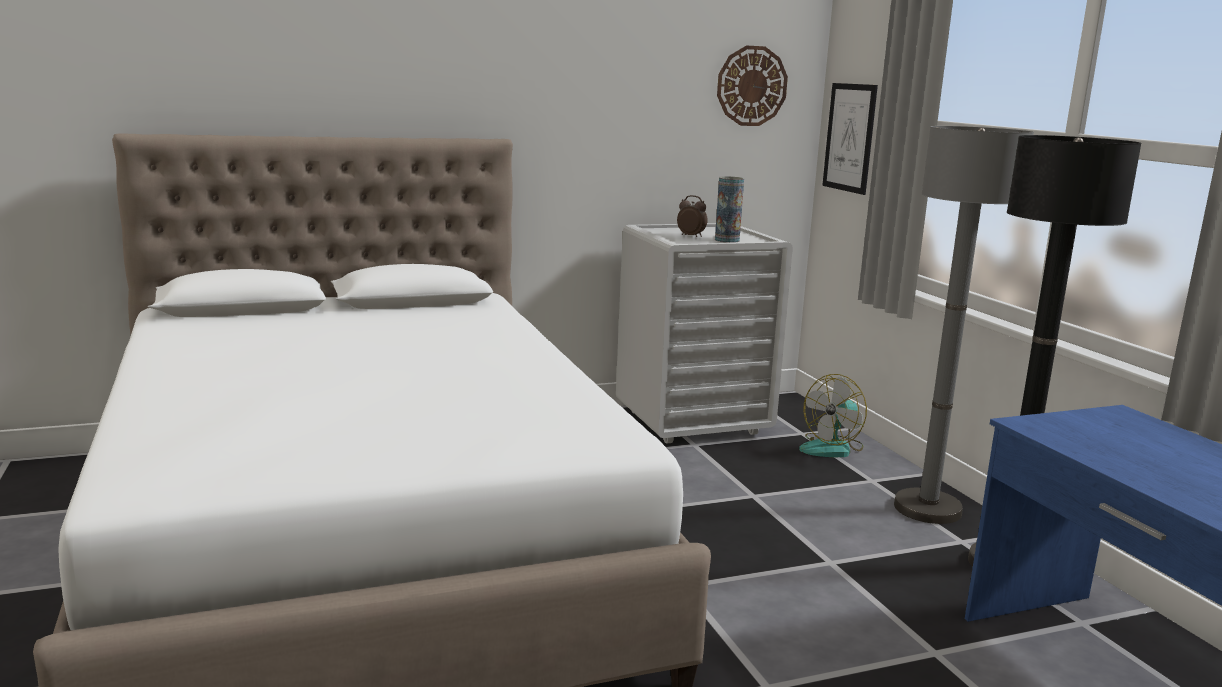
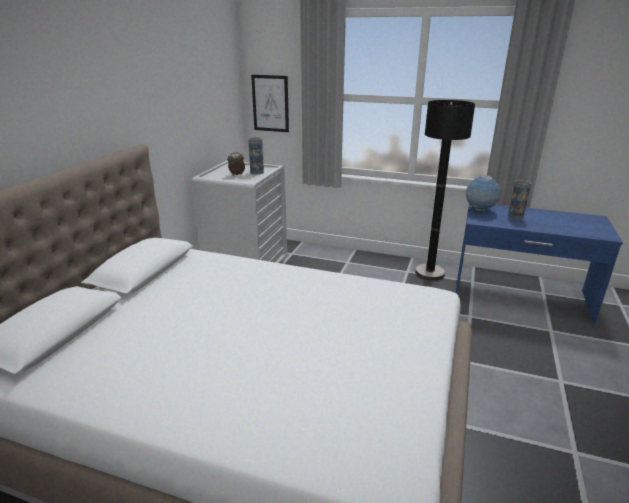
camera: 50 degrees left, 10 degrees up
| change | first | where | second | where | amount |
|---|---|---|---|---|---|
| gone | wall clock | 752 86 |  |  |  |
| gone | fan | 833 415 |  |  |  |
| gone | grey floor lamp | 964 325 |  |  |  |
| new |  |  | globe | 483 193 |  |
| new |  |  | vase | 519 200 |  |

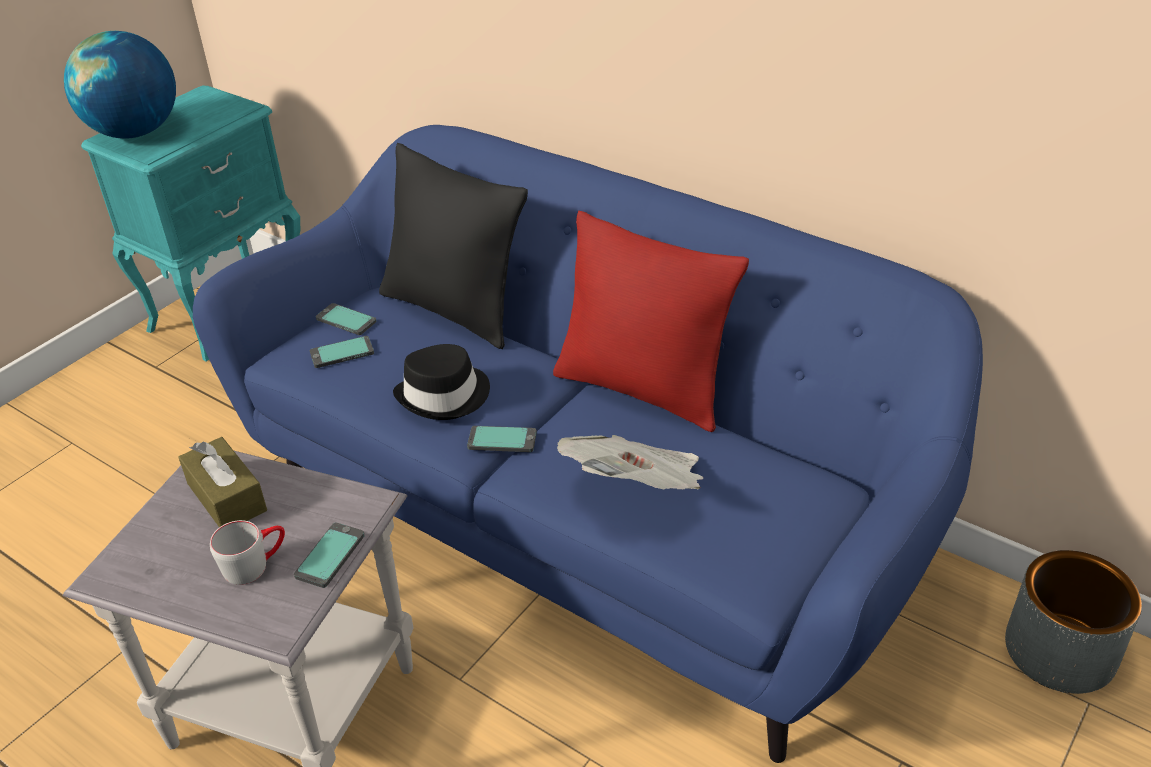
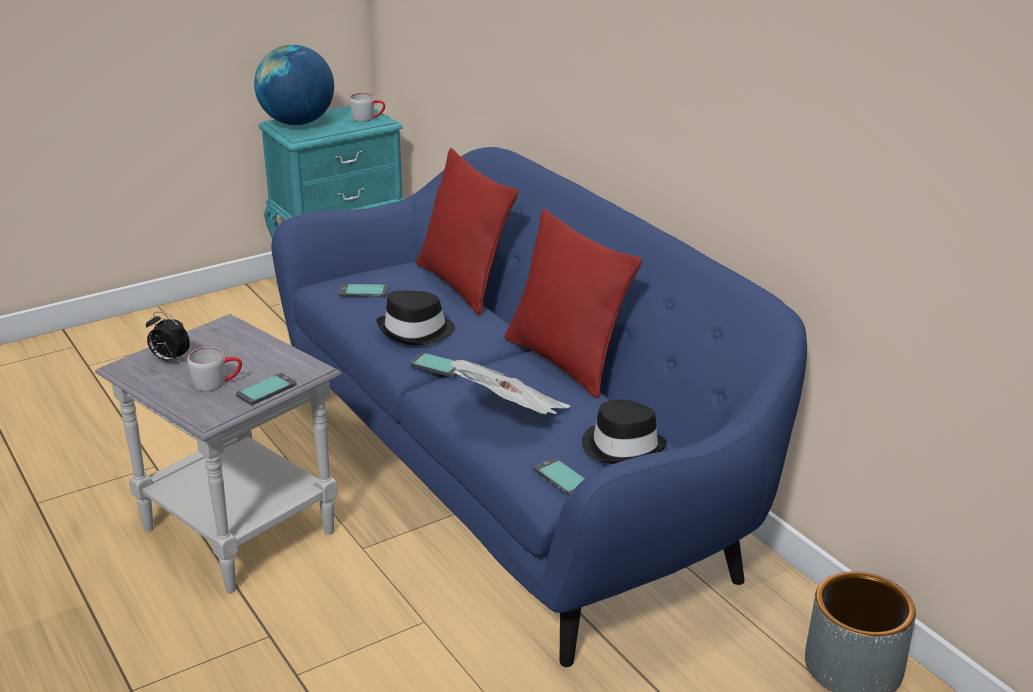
camera: 20 degrees right, 10 degrees down
| change | first | where | second | where | amount |
|---|---|---|---|---|---|
| gone | brown tissue box | 222 482 |  |  |  |
| new |  |  | alarm clock | 168 337 |  |
| new |  |  | grey mug | 367 107 |  |
| new |  |  | black hat | 624 431 |  |
| shifted | phone | 346 319 |  | 559 476 |  |
| repainted | black pillow | 453 246 | red pillow | 467 231 |  |

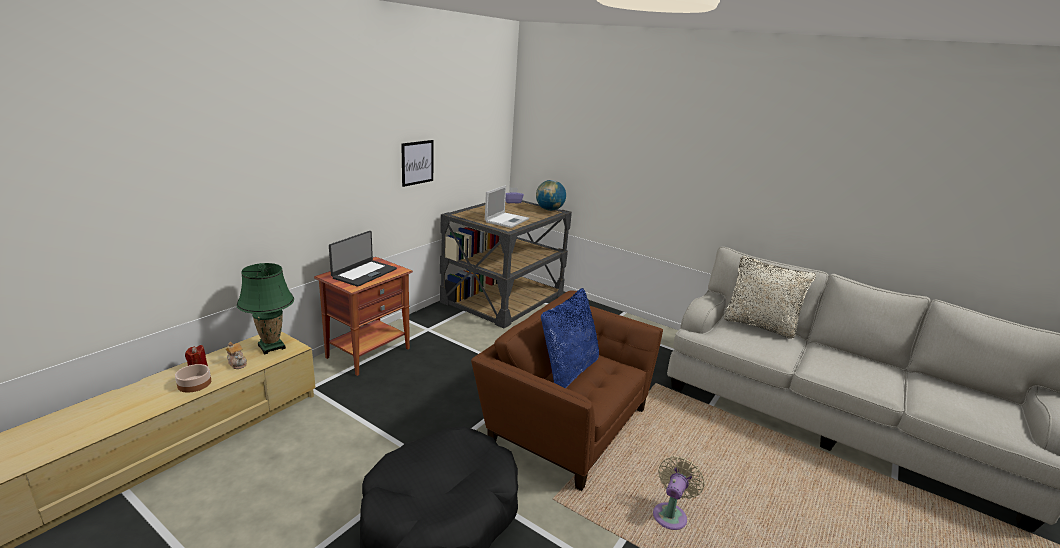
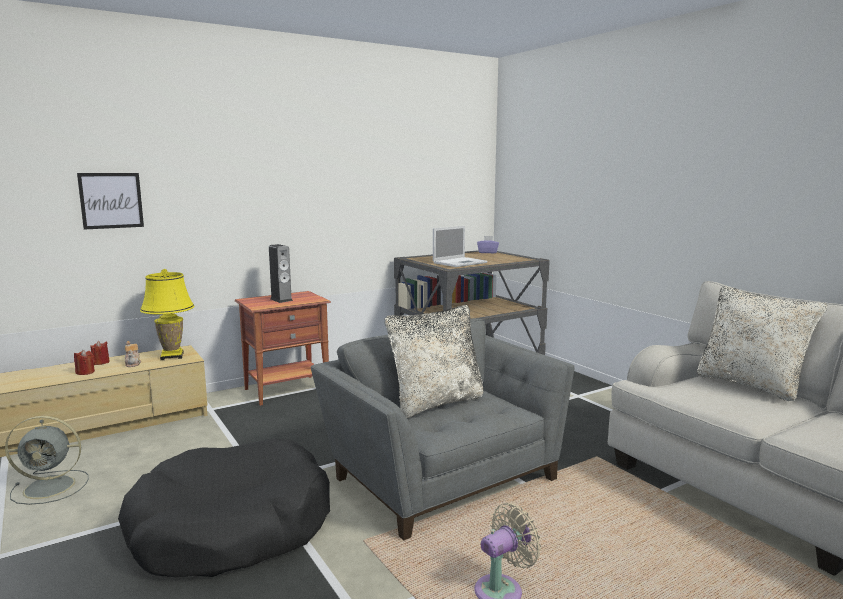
camera: 25 degrees right, 10 degrees down
| change | first | where | second | where | amount |
|---|---|---|---|---|---|
| gone | globe | 551 195 |  |  |  |
| new |  |  | grey fan | 47 460 |  |
| shifted | picture | 417 163 |  | 110 201 |  |
| swapped | bowl | 193 378 | red candle | 84 362 |  |
| swapped | laptop | 363 259 | speaker | 281 273 |  |
| repainted | green table lamp | 265 308 | yellow table lamp | 167 314 |  |
| repainted | brown armchair | 567 390 | grey armchair | 443 429 |  |
| repainted | blue pillow | 570 338 | beige pillow | 434 361 |  |

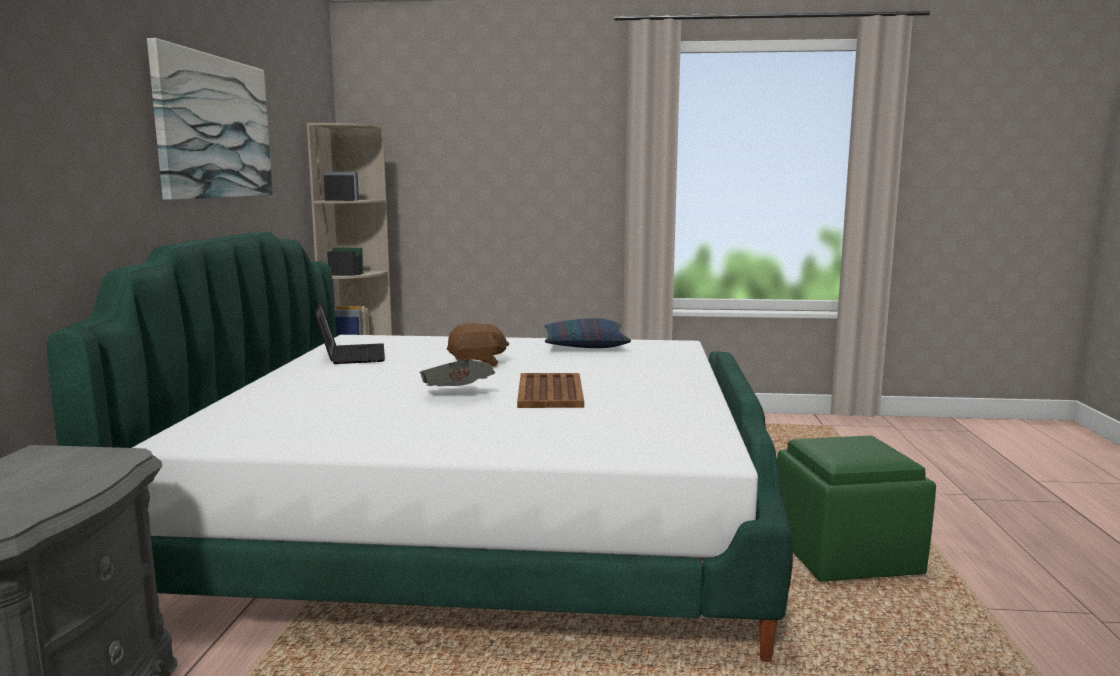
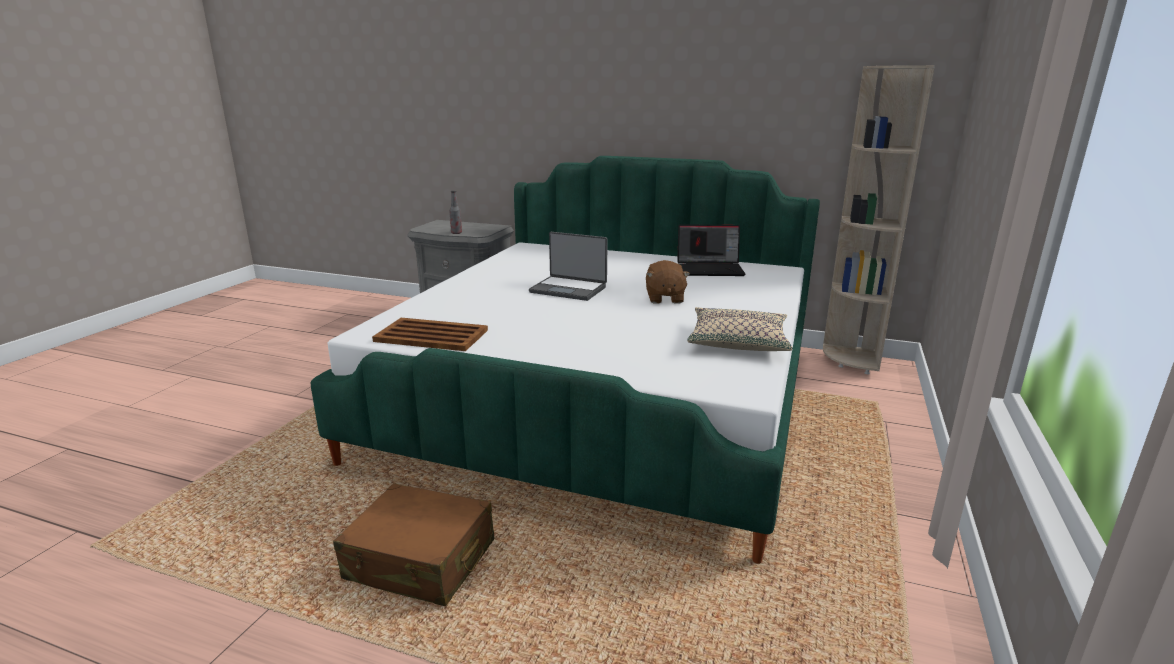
camera: 105 degrees right, 10 degrees up
| change | first | where | second | where | amount |
|---|---|---|---|---|---|
| gone | picture | 210 119 |  |  |  |
| new |  |  | bottle | 455 212 |  |
| shifted | brown tray | 550 390 |  | 430 334 |  |
| swapped | newspaper | 457 373 | laptop | 568 266 |  |
| swapped | green ottoman | 856 509 | brown suitcase | 413 544 |  |
| repainted | blue pillow | 588 333 | beige pillow | 740 329 |  |

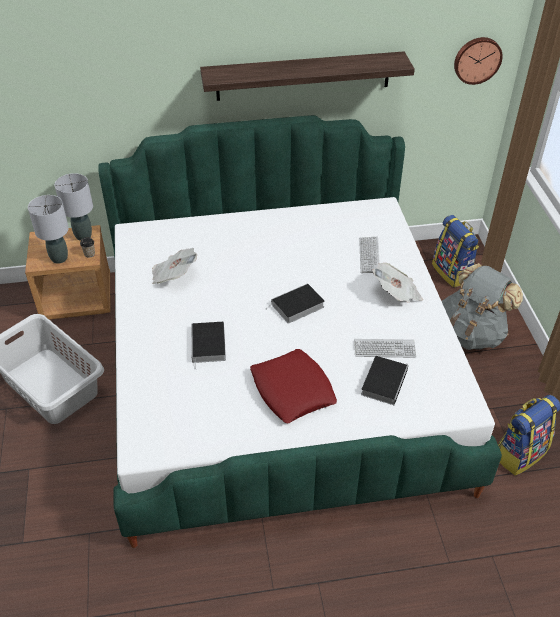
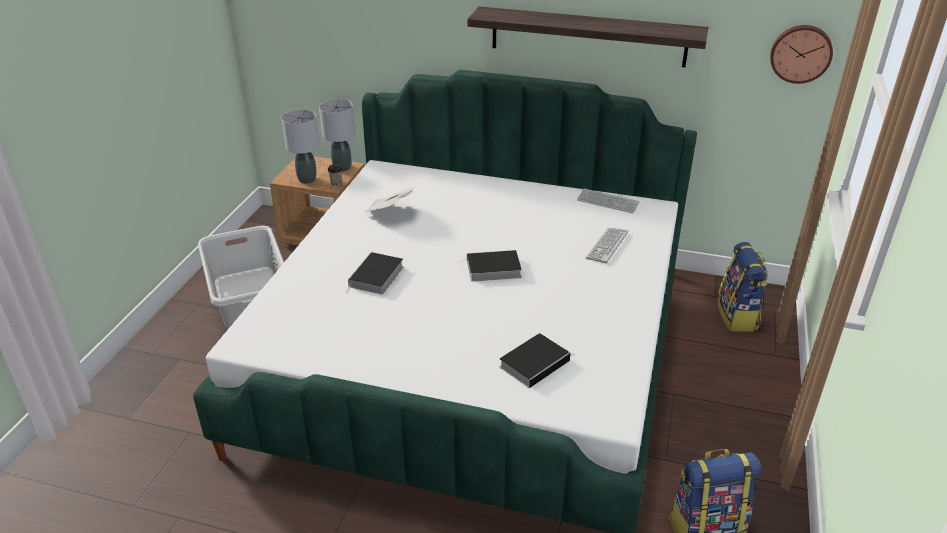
camera: 25 degrees right, 10 degrees down
| change | first | where | second | where | amount |
|---|---|---|---|---|---|
| gone | red pillow | 293 386 |  |  |  |
| gone | newspaper | 397 282 |  |  |  |
| gone | grey backpack | 482 306 |  |  |  |
| shifted | keyboard | 385 348 |  | 608 200 |  |

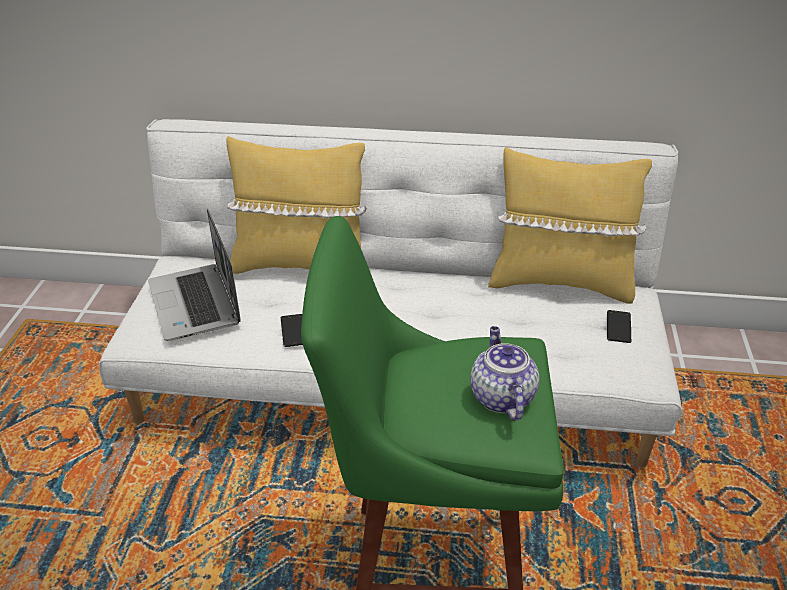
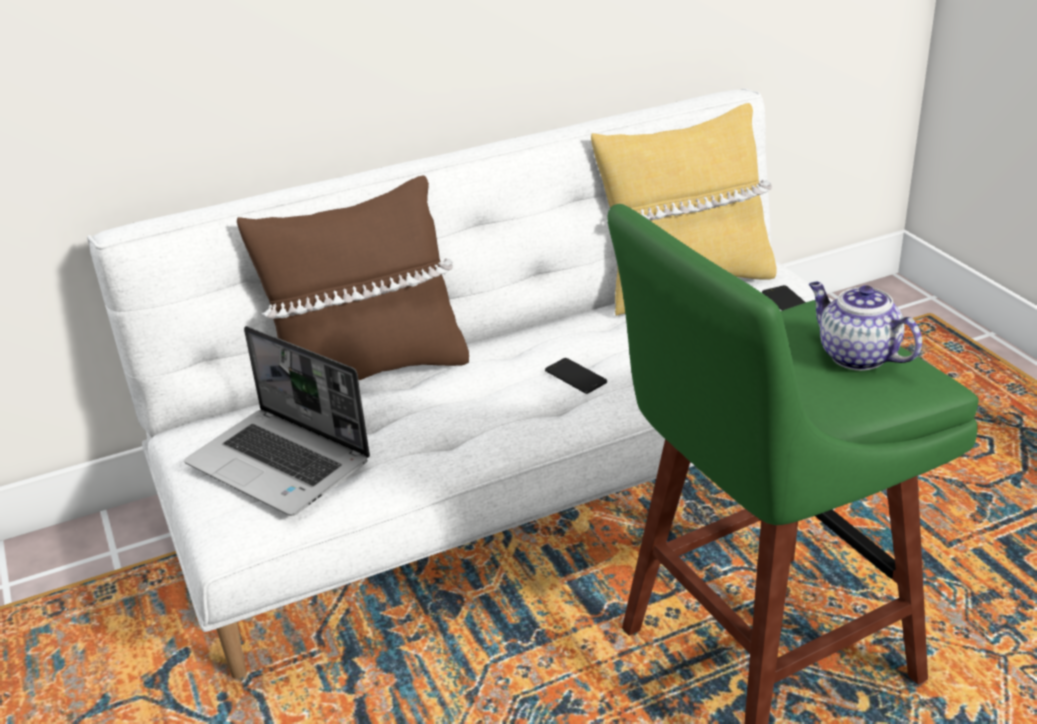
camera: 30 degrees left, 5 degrees down
| change | first | where | second | where | amount |
|---|---|---|---|---|---|
| shifted | phone | 292 330 |  | 576 376 |  |
| repainted | yellow pillow | 296 205 | brown pillow | 353 278 |  |

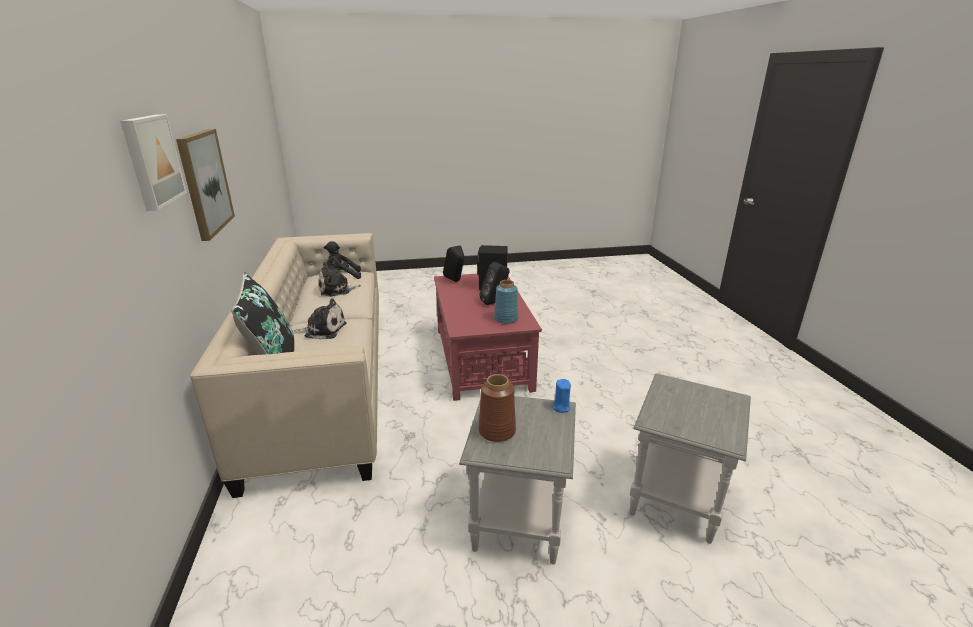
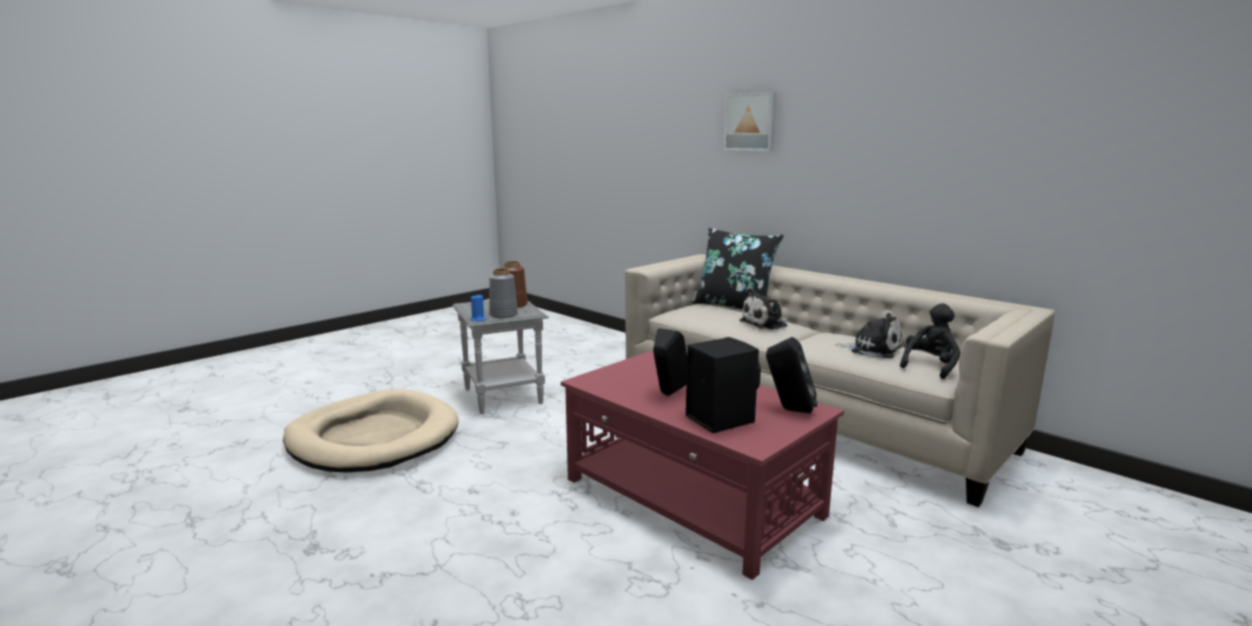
camera: 145 degrees right, 10 degrees down
| change | first | where | second | where | amount |
|---|---|---|---|---|---|
| gone | picture | 205 185 |  |  |  |
| gone | blue vase | 506 302 |  |  |  |
| new |  |  | grey vase | 503 293 |  |
| swapped | grey side table | 690 459 | beige dog bed | 370 431 |  |
| rotated | plush toy | 339 279 |  | 868 335 | 90 degrees clockwise |

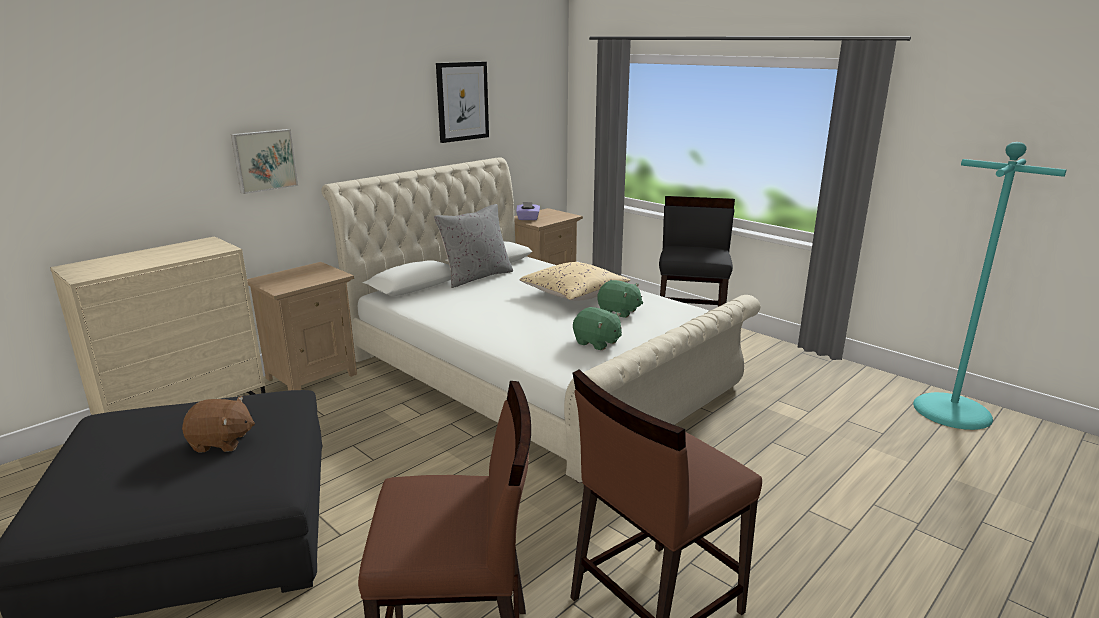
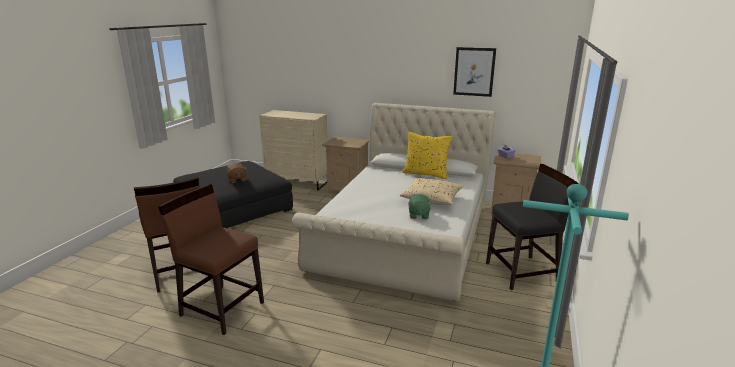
camera: 65 degrees right, 0 degrees up
| change | first | where | second | where | amount |
|---|---|---|---|---|---|
| gone | picture | 264 161 |  |  |  |
| gone | green plush toy | 597 328 |  |  |  |
| repainted | grey pillow | 473 246 | yellow pillow | 427 155 |  |

